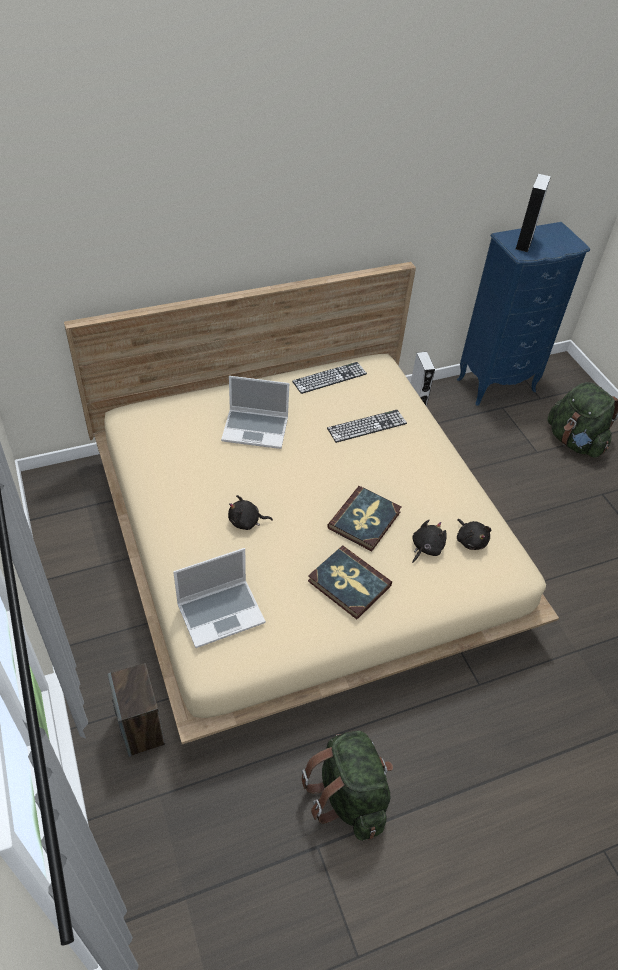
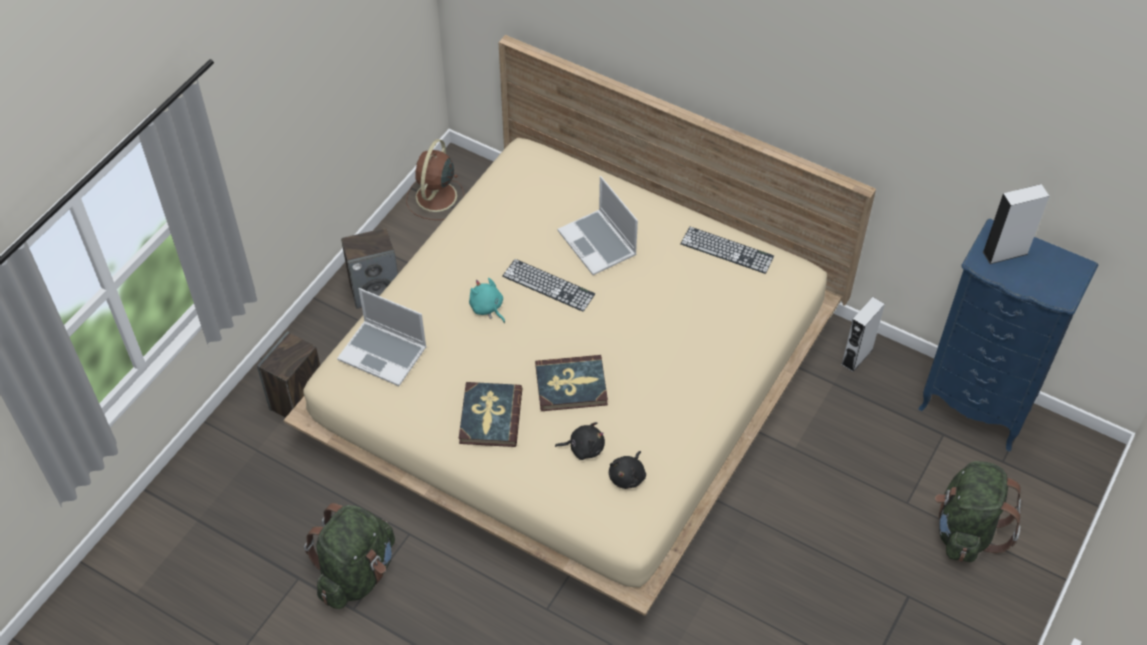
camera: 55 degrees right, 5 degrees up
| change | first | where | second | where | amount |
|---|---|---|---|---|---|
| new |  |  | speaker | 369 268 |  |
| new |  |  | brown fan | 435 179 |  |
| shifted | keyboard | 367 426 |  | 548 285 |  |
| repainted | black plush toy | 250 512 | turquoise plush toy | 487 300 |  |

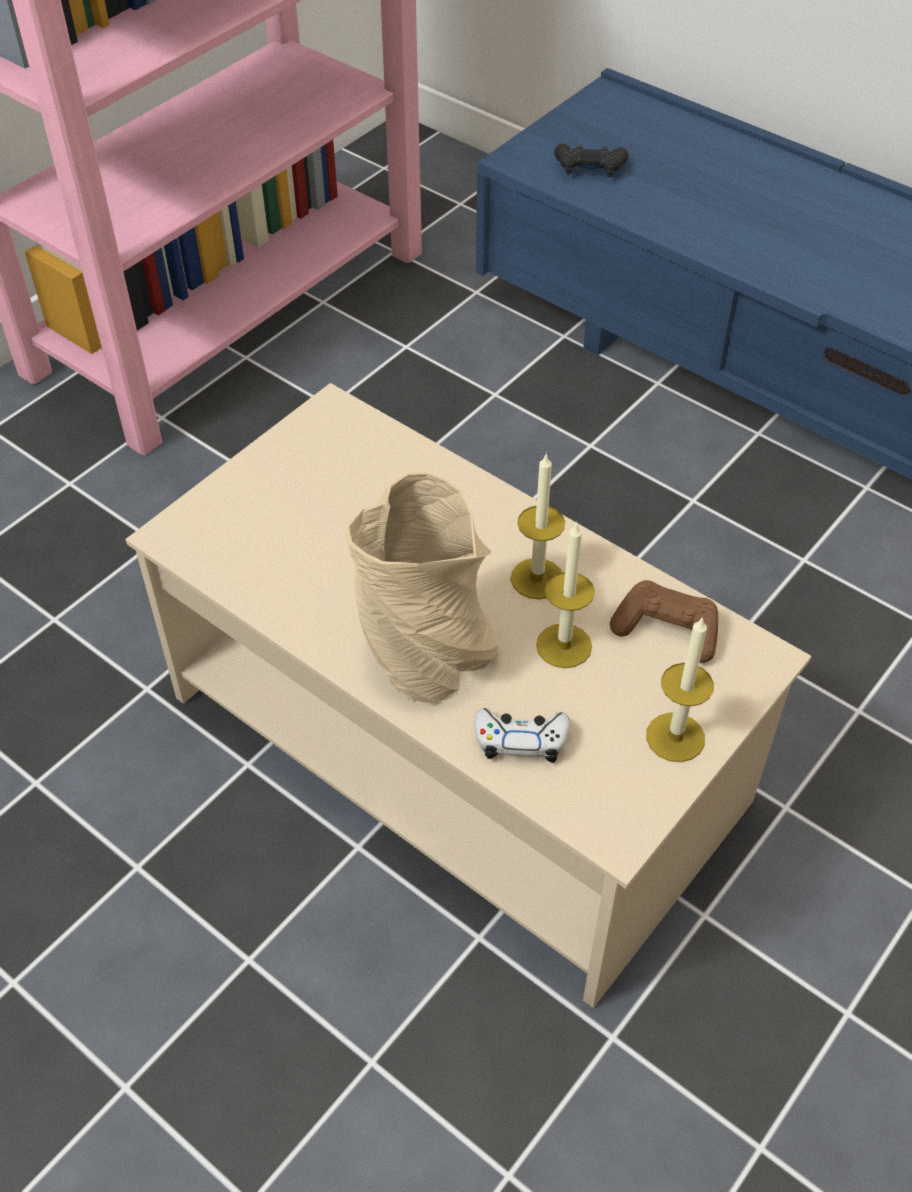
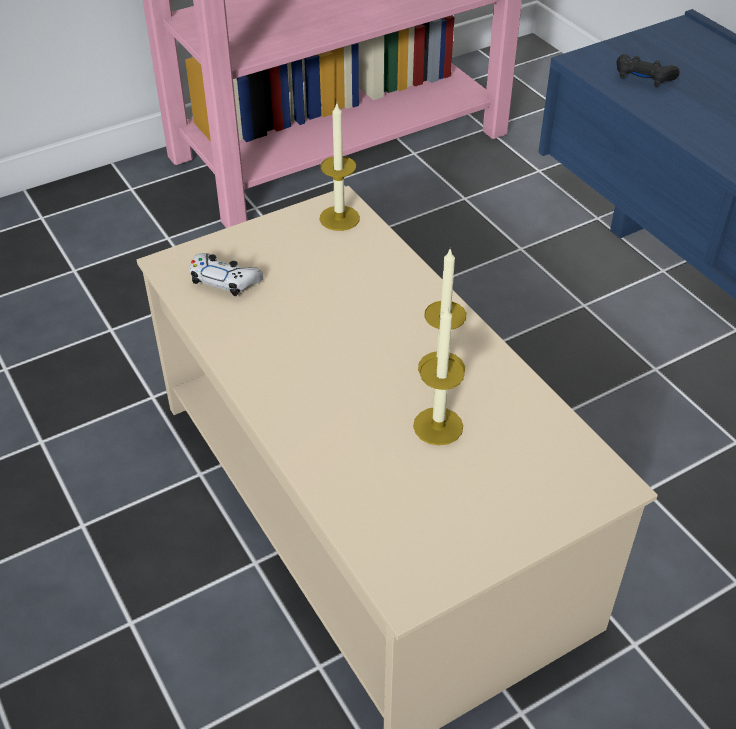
camera: 20 degrees right, 5 degrees down
| change | first | where | second | where | amount |
|---|---|---|---|---|---|
| gone | beige vase | 422 589 |  |  |  |
| gone | brown game controller | 664 621 |  |  |  |
| shifted | white game controller | 522 735 |  | 226 274 |  |
| shifted | candle | 680 689 |  | 339 167 |  |

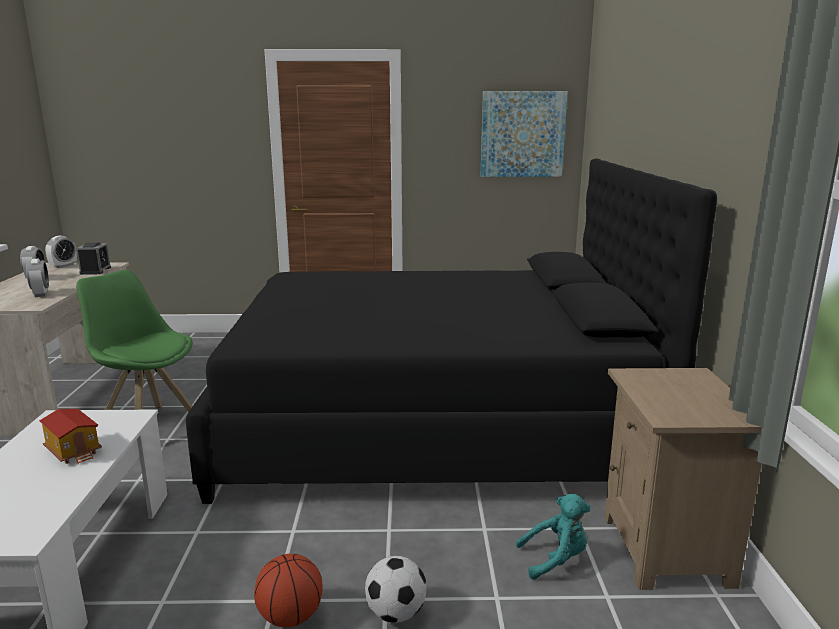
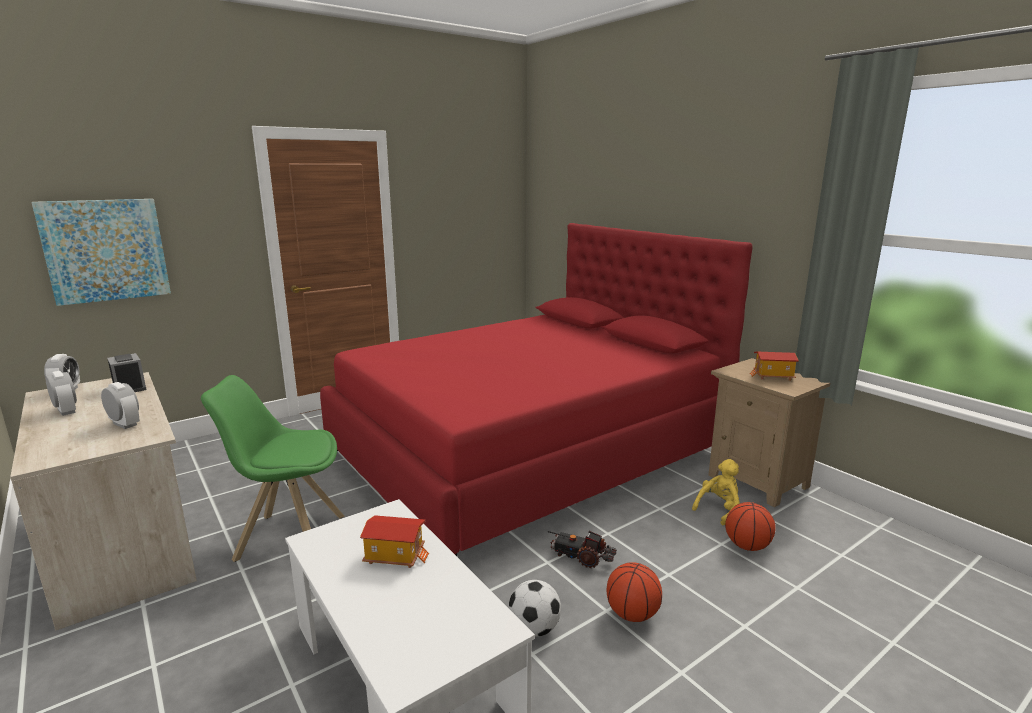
camera: 35 degrees left, 0 degrees up
| change | first | where | second | where | amount |
|---|---|---|---|---|---|
| new |  |  | toy truck | 582 549 |  |
| new |  |  | basketball | 750 526 |  |
| new |  |  | toy house | 774 366 |  |
| shifted | football | 395 589 |  | 535 608 |  |
| shifted | picture | 524 134 |  | 101 252 |  |
| repainted | black bed | 451 331 | red bed | 536 389 |  |
| repainted | turquoise plush toy | 553 537 | yellow plush toy | 716 492 |  |

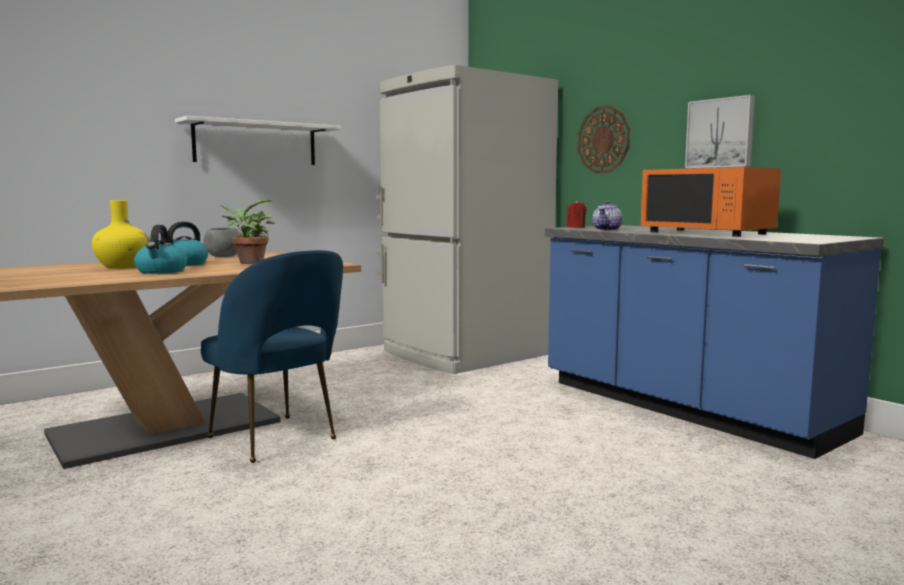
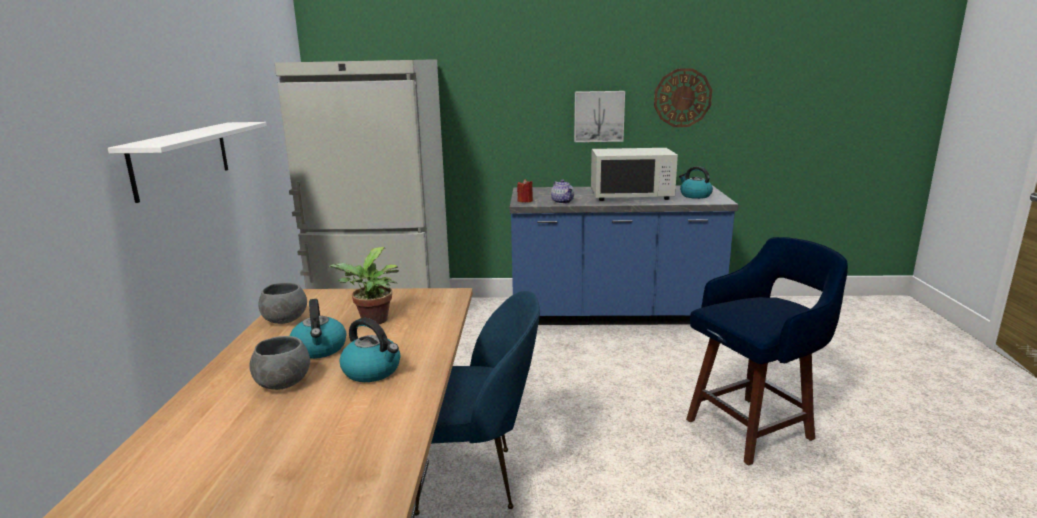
camera: 50 degrees left, 10 degrees up
| change | first | where | second | where | amount |
|---|---|---|---|---|---|
| new |  |  | kettle | 696 182 |  |
| new |  |  | blue stool | 767 351 |  |
| shifted | wall clock | 603 139 |  | 683 97 |  |
| swapped | yellow vase | 121 234 | grey bowl | 279 363 |  |
| repainted | orange microwave | 711 202 | white microwave | 634 174 |  |

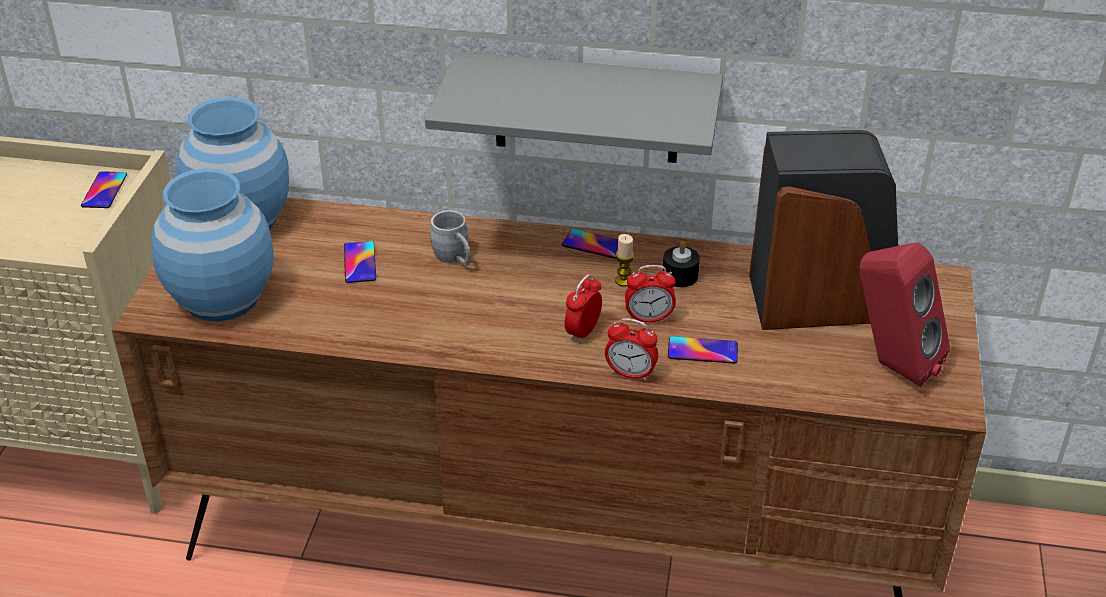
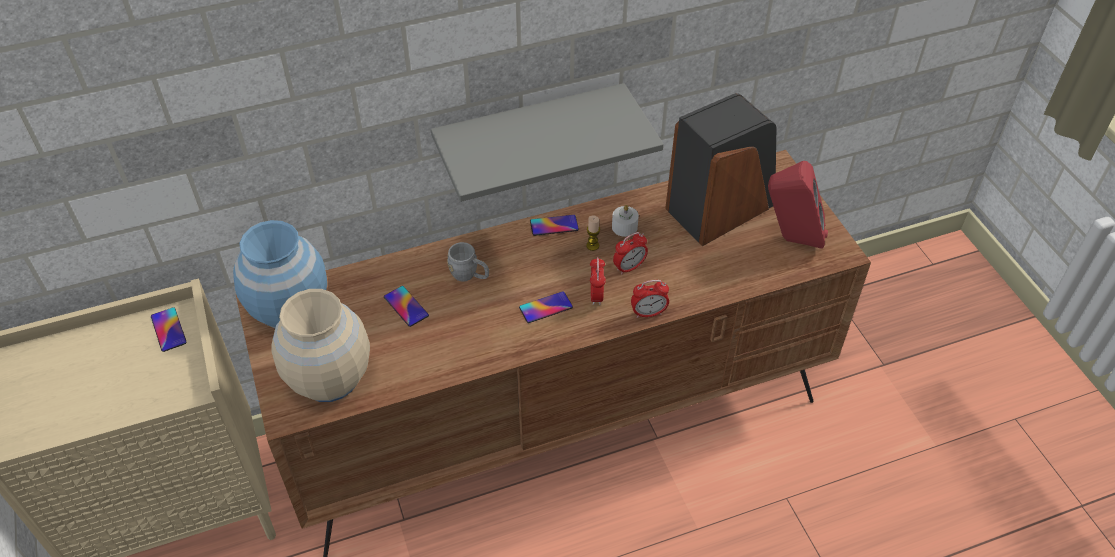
camera: 30 degrees left, 10 degrees up
| change | first | where | second | where | amount |
|---|---|---|---|---|---|
| shifted | phone | 703 350 |  | 546 307 |  |
| repainted | blue vase | 212 245 | beige vase | 320 345 |  |
| repainted | black candle | 681 264 | white candle | 625 221 |  |

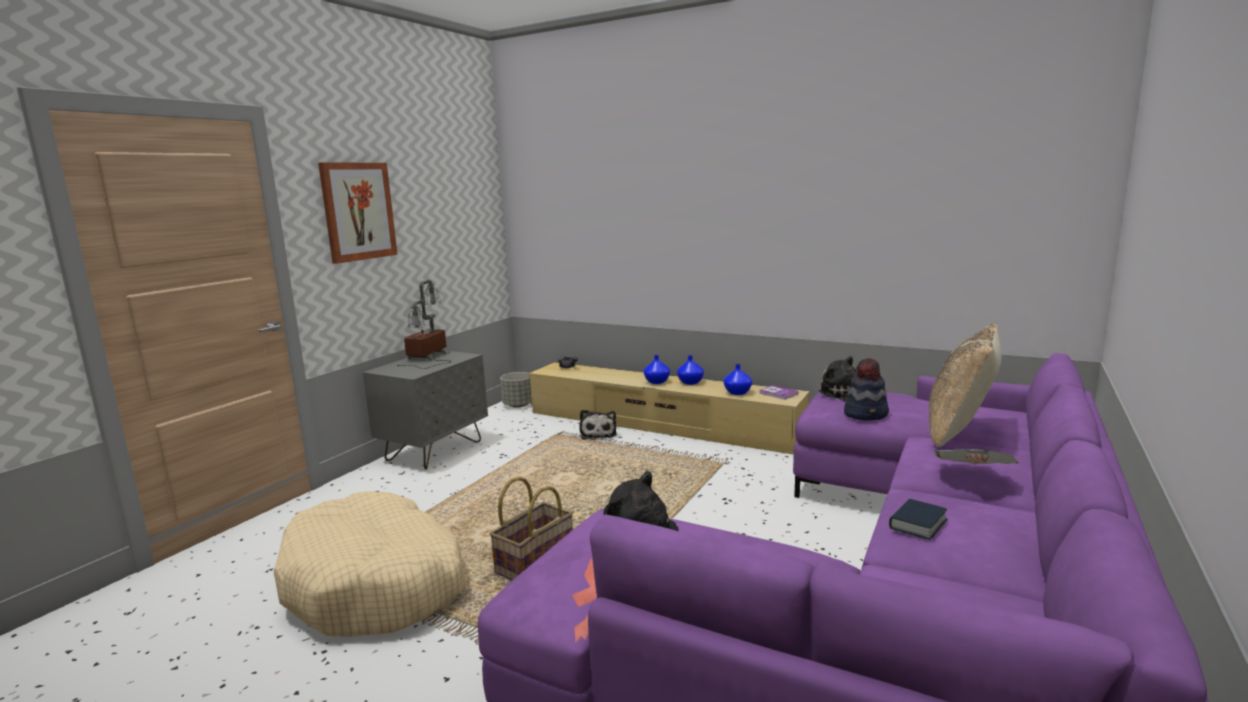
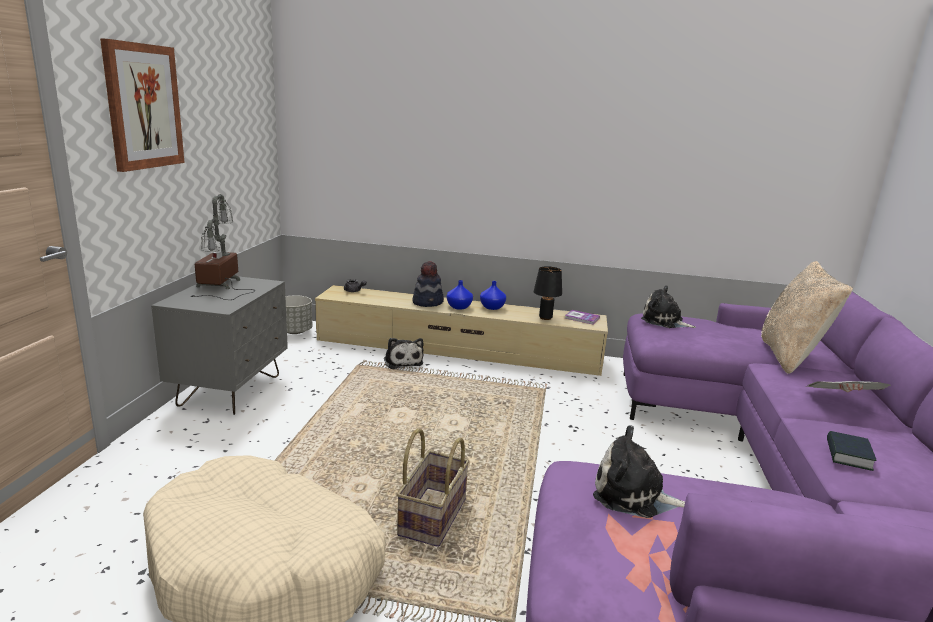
camera: 20 degrees left, 5 degrees up
| change | first | where | second | where | amount |
|---|---|---|---|---|---|
| shifted | hat | 866 389 |  | 428 284 |  |
| swapped | blue vase | 738 379 | black table lamp | 548 293 |  |

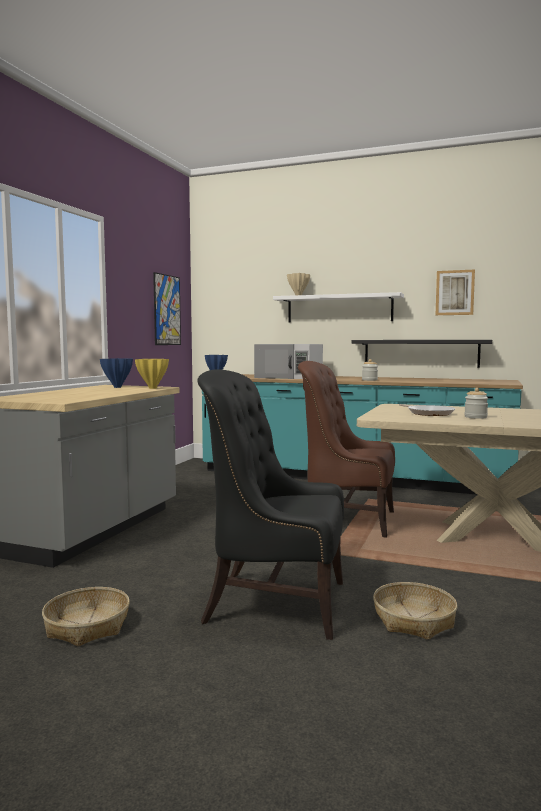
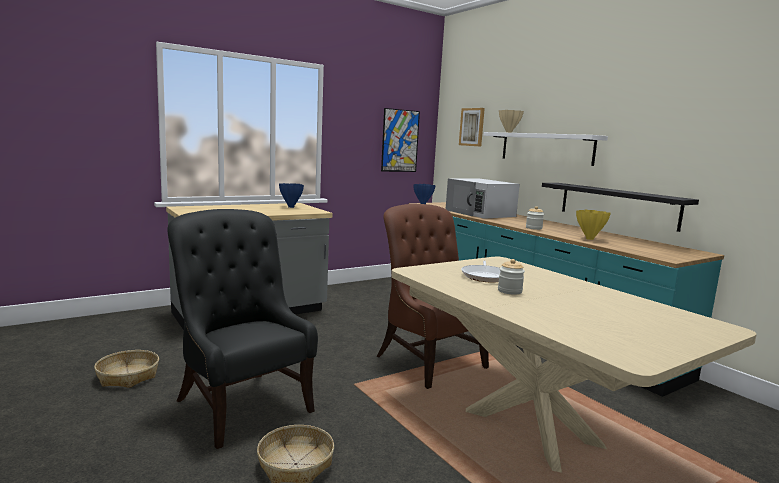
camera: 35 degrees right, 5 degrees up
| change | first | where | second | where | amount |
|---|---|---|---|---|---|
| shifted | yellow vase | 152 374 |  | 593 225 |  |
| shifted | picture | 455 292 |  | 472 127 |  |

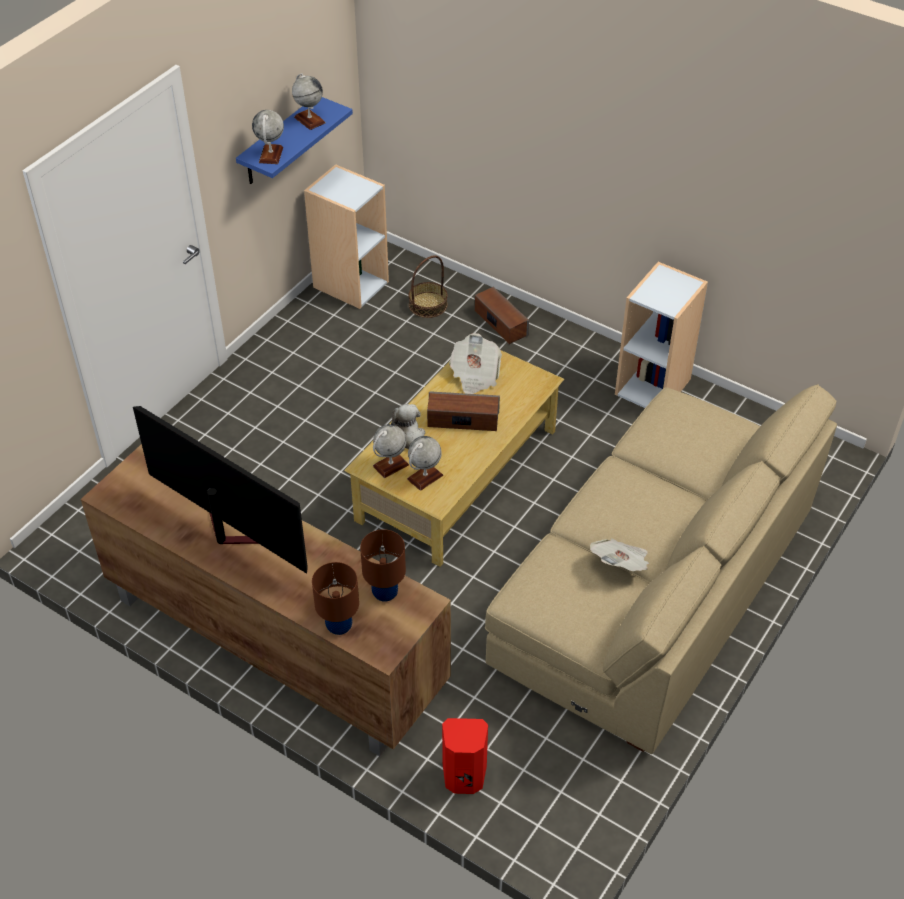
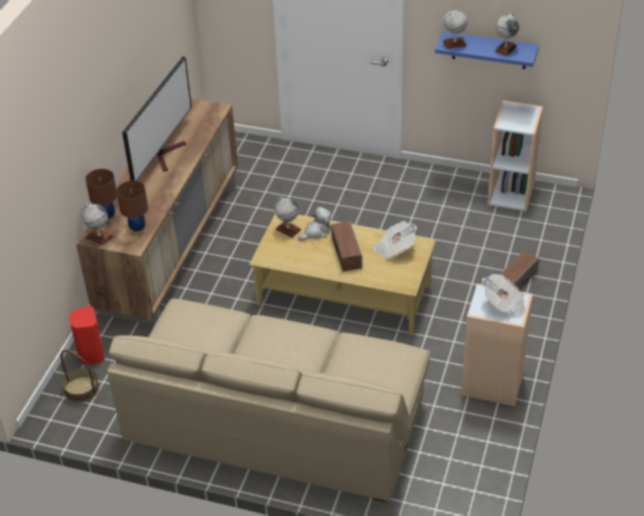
camera: 75 degrees right, 5 degrees down
| change | first | where | second | where | amount |
|---|---|---|---|---|---|
| shifted | globe | 425 463 |  | 98 225 |  |
| shifted | basket | 427 286 |  | 80 376 |  |
| shifted | newspaper | 619 554 |  | 504 294 |  |

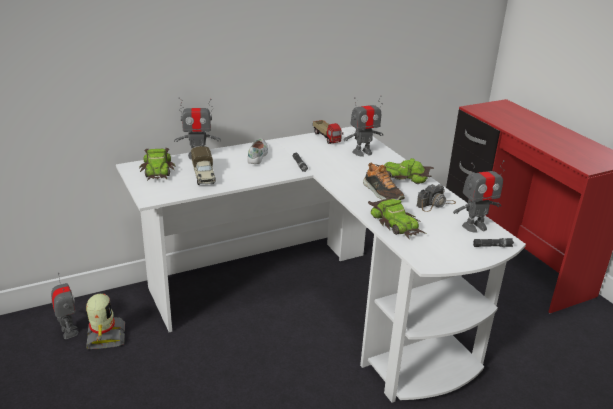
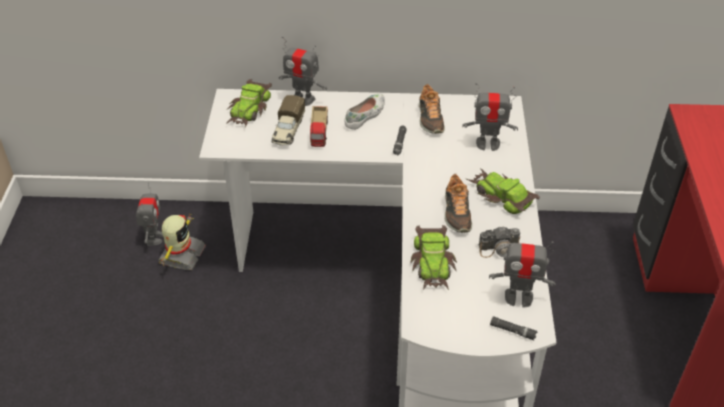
camera: 30 degrees right, 15 degrees up
| change | first | where | second | where | amount |
|---|---|---|---|---|---|
| new |  |  | shoe | 432 109 |  |
| shifted | toy truck | 328 132 |  | 319 126 |  |

